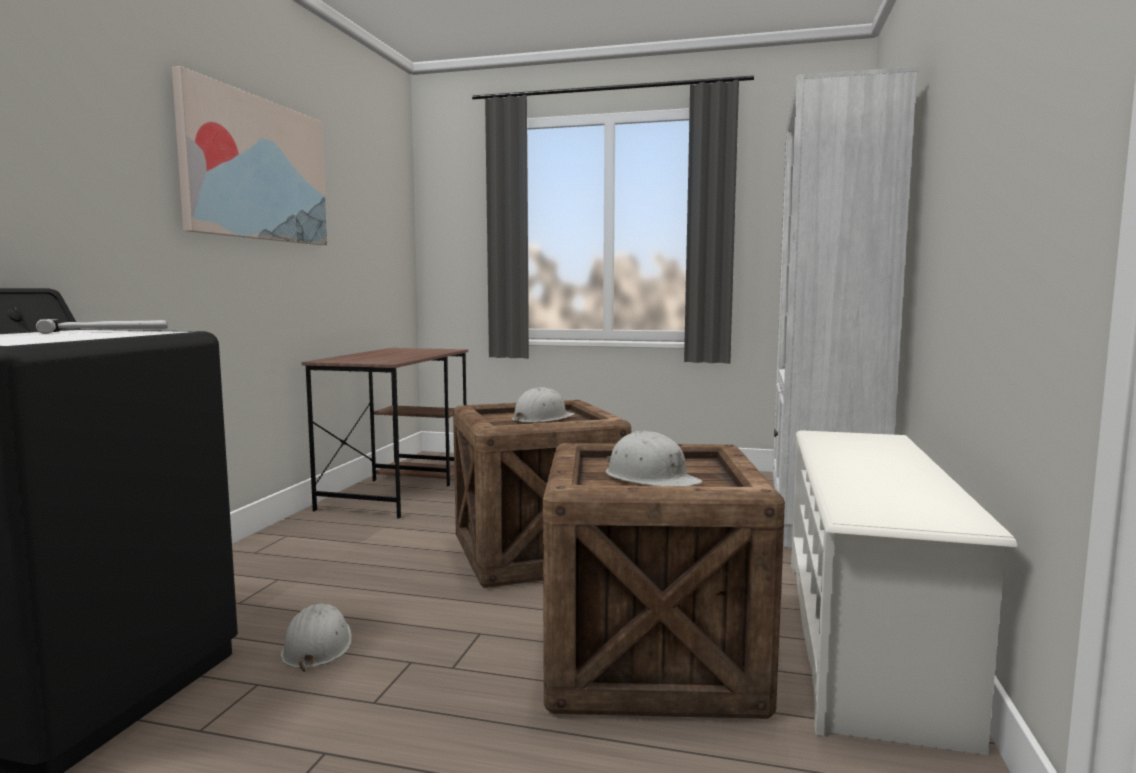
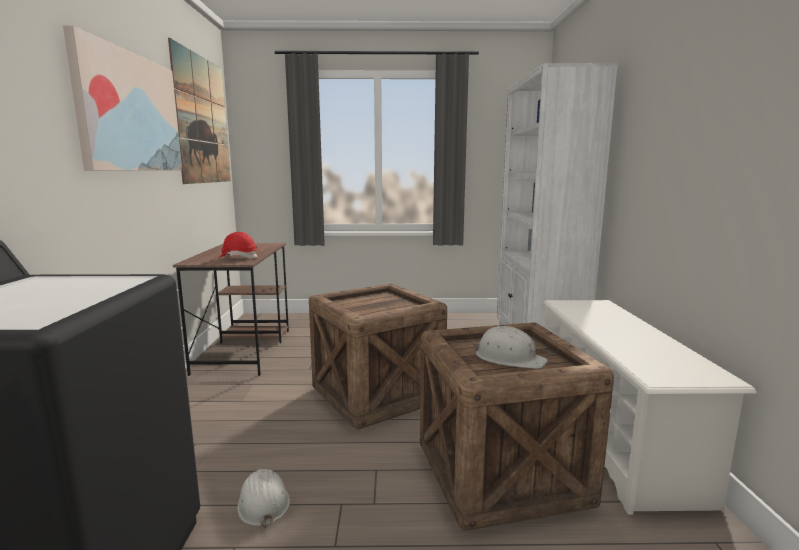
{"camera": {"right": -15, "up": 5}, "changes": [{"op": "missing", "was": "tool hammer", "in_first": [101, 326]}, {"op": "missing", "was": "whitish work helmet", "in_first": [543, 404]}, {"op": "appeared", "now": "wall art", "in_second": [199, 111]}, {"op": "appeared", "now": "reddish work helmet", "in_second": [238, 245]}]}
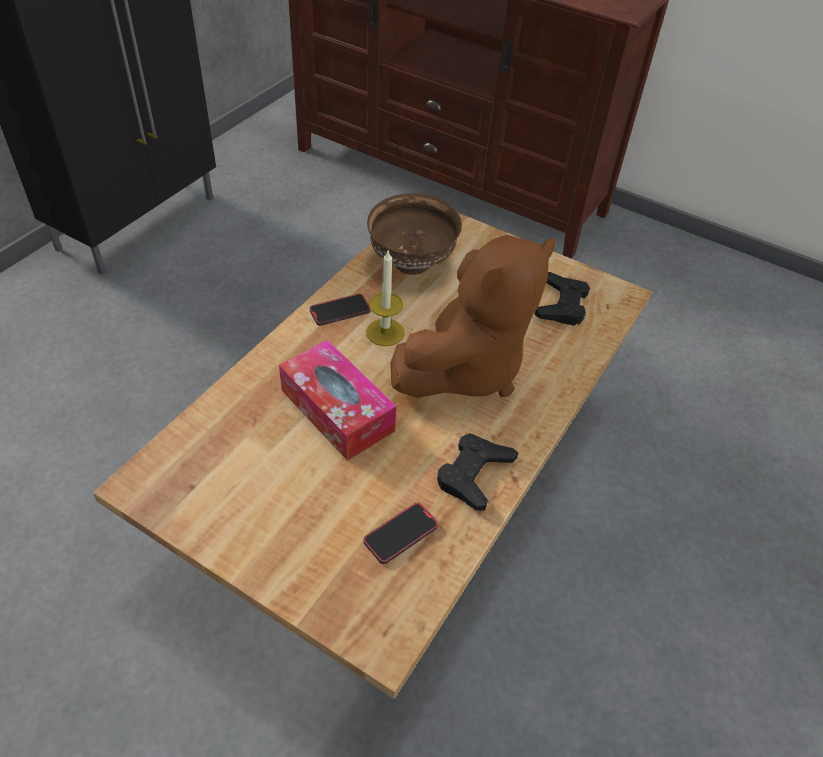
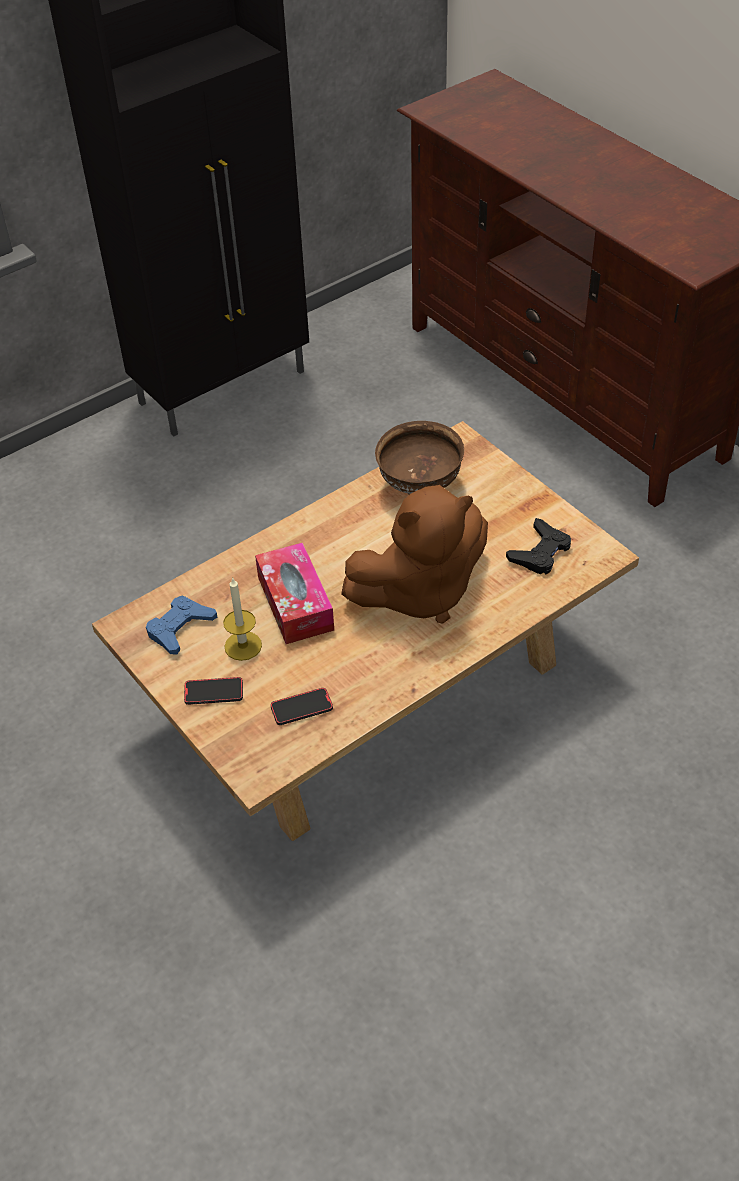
{"camera": {"right": 25, "up": 0}, "changes": [{"op": "relocated", "was": "candle", "in_first": [385, 297], "in_second": [242, 619]}, {"op": "relocated", "was": "telephone", "in_first": [340, 310], "in_second": [213, 691]}, {"op": "missing", "was": "blackish gamepad", "in_first": [477, 472]}, {"op": "appeared", "now": "blue gamepad", "in_second": [182, 625]}]}
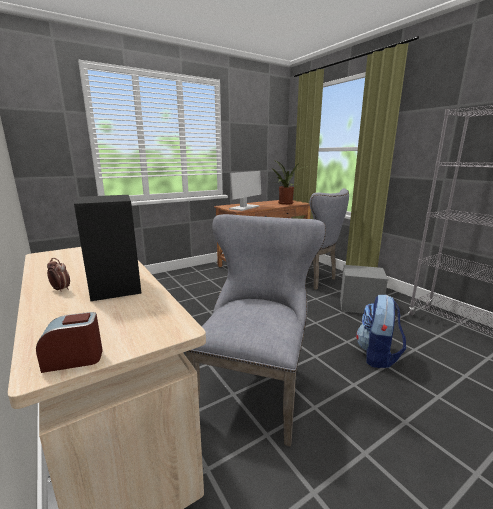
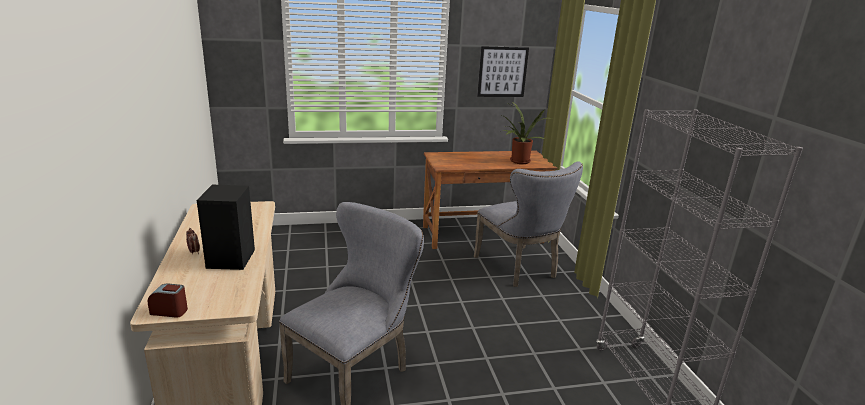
{"camera": {"right": 20, "up": 5}, "changes": [{"op": "missing", "was": "computer screen", "in_first": [245, 191]}, {"op": "missing", "was": "gray storage bin", "in_first": [364, 289]}, {"op": "missing", "was": "knapsack", "in_first": [381, 331]}, {"op": "appeared", "now": "wall art", "in_second": [503, 71]}]}
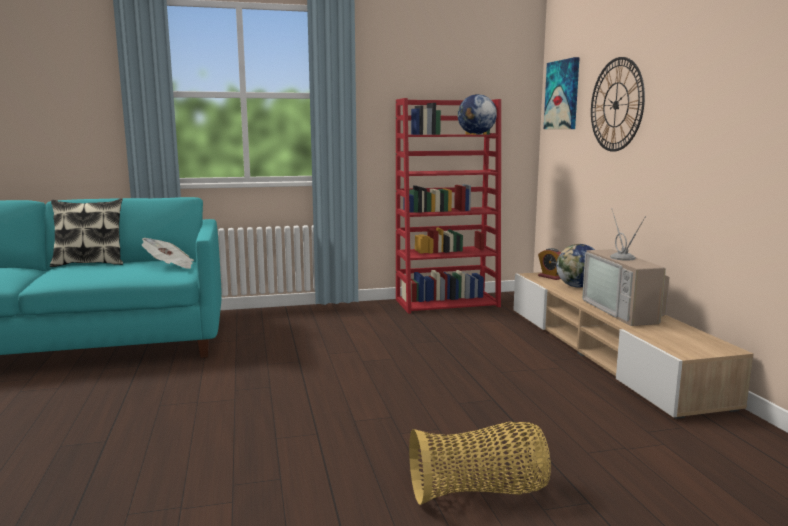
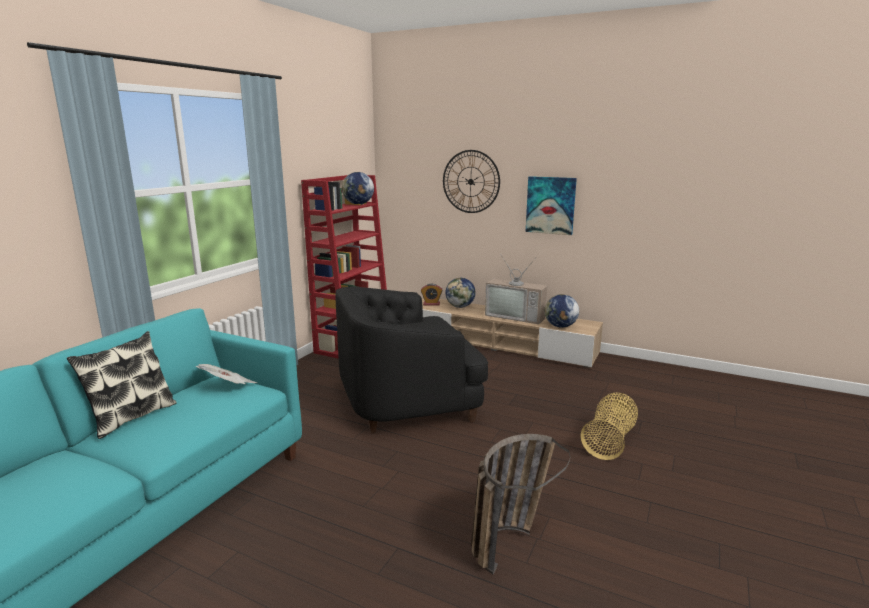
{"camera": {"right": -50, "up": 5}, "changes": [{"op": "relocated", "was": "wall art", "in_first": [562, 93], "in_second": [551, 205]}, {"op": "appeared", "now": "blackish easy chair", "in_second": [411, 360]}, {"op": "appeared", "now": "world globe", "in_second": [562, 311]}, {"op": "appeared", "now": "basket", "in_second": [520, 504]}]}
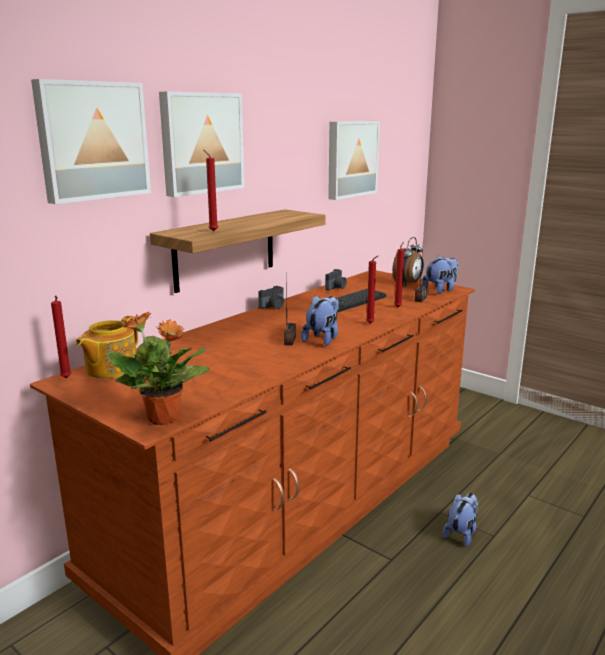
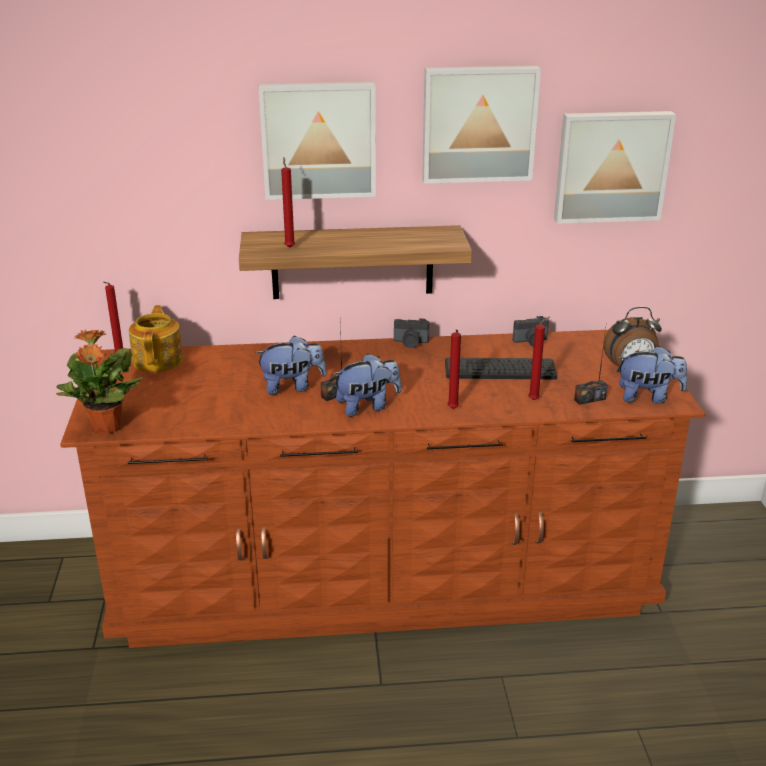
{"camera": {"right": 45, "up": 10}, "changes": [{"op": "relocated", "was": "wall art", "in_first": [91, 141], "in_second": [481, 125]}, {"op": "spun", "was": "tea pot", "in_first": [106, 347], "in_second": [156, 338], "clockwise": 105}, {"op": "relocated", "was": "cuddly toy", "in_first": [460, 519], "in_second": [291, 365]}]}
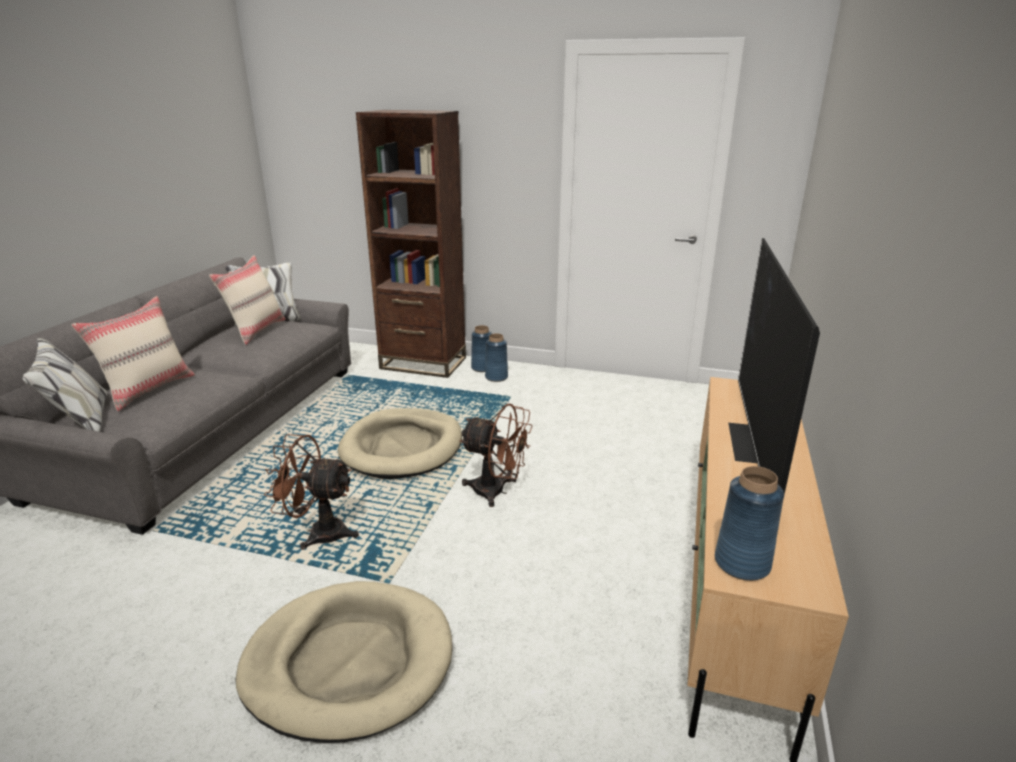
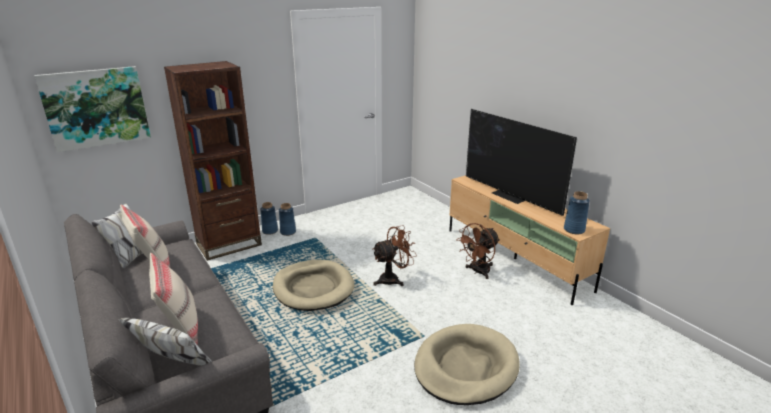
{"camera": {"right": -50, "up": 0}, "changes": [{"op": "relocated", "was": "brownish cooling fan", "in_first": [311, 492], "in_second": [478, 251]}, {"op": "appeared", "now": "wall art", "in_second": [92, 109]}]}
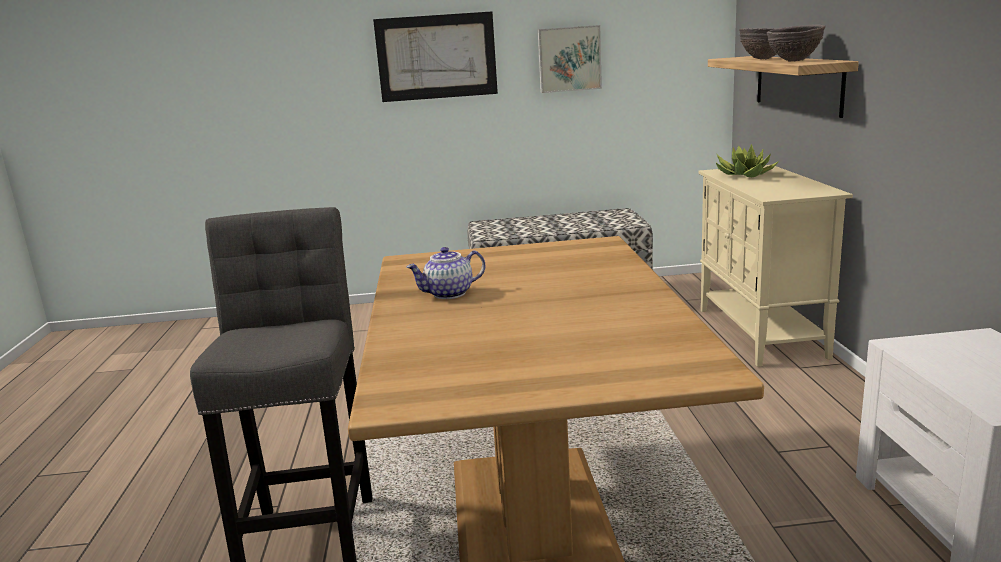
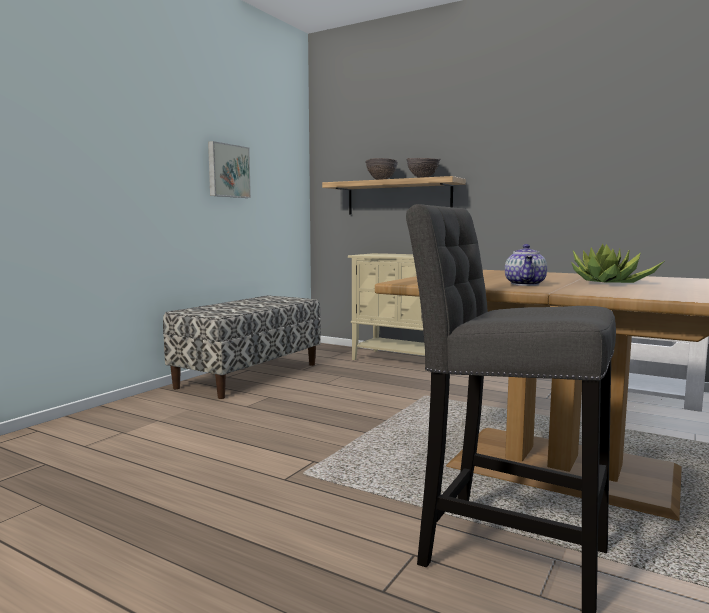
{"camera": {"right": -55, "up": -10}, "changes": [{"op": "missing", "was": "wall art", "in_first": [435, 56]}, {"op": "relocated", "was": "potted plant", "in_first": [747, 160], "in_second": [617, 263]}]}
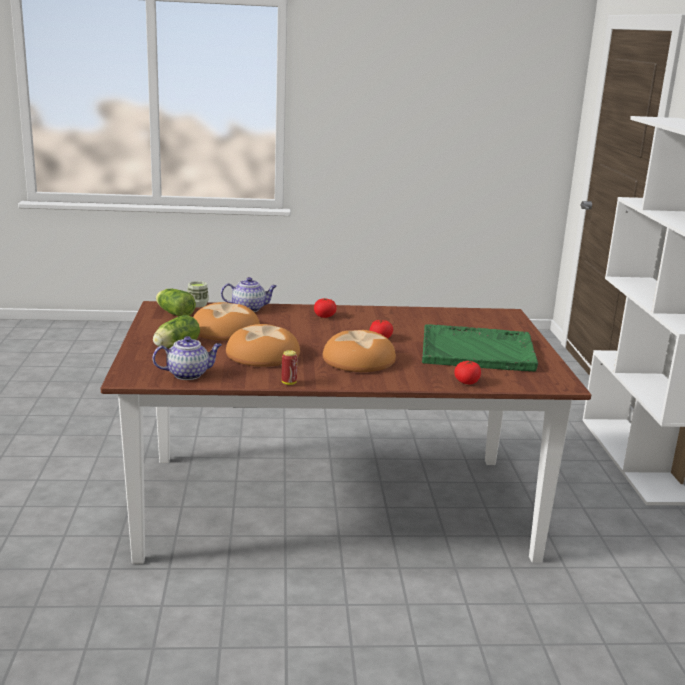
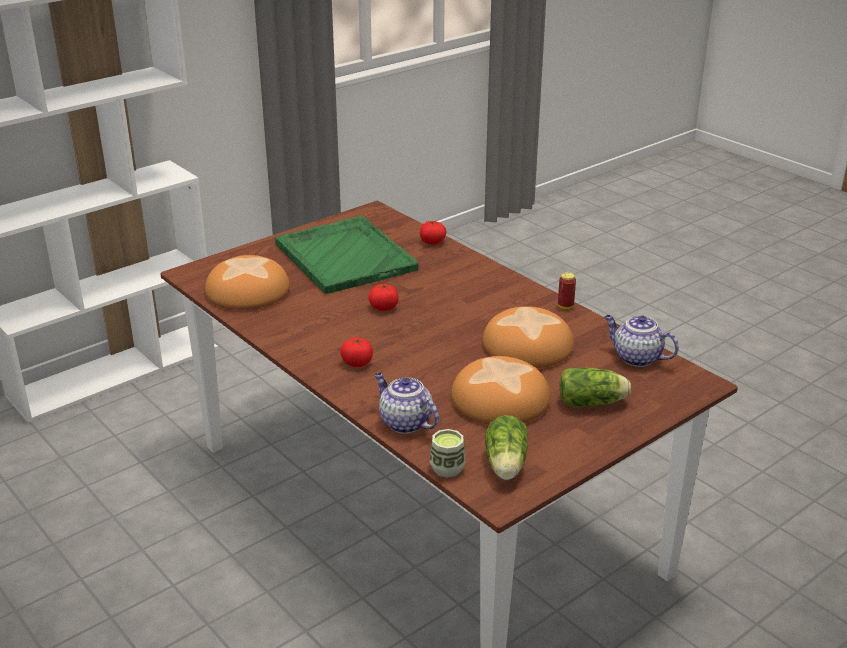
{"camera": {"right": -125, "up": 10}, "changes": [{"op": "relocated", "was": "baked bread", "in_first": [359, 351], "in_second": [247, 282]}]}
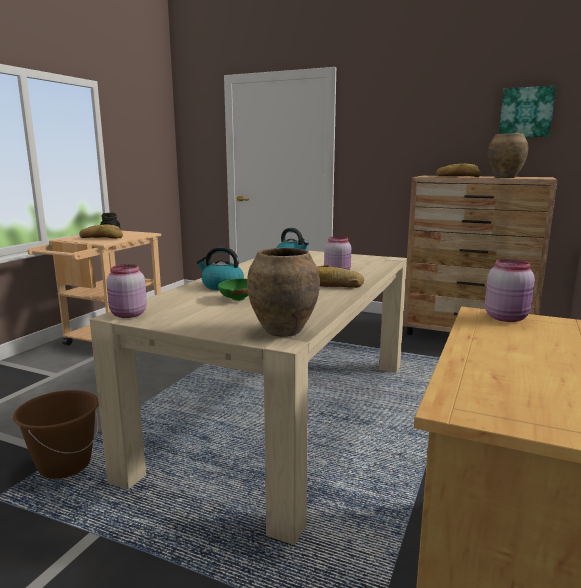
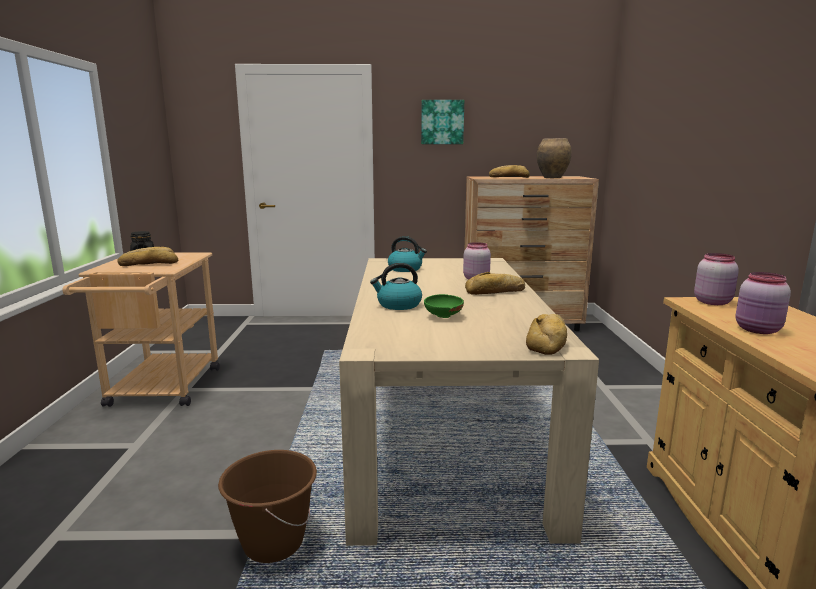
{"camera": {"right": -25, "up": 0}, "changes": [{"op": "relocated", "was": "wall art", "in_first": [527, 111], "in_second": [442, 122]}, {"op": "exchanged", "was": "brownish flower vase", "now": "baked bread", "in_first": [283, 292], "in_second": [546, 334]}, {"op": "relocated", "was": "pink preserve jar", "in_first": [126, 291], "in_second": [763, 303]}]}
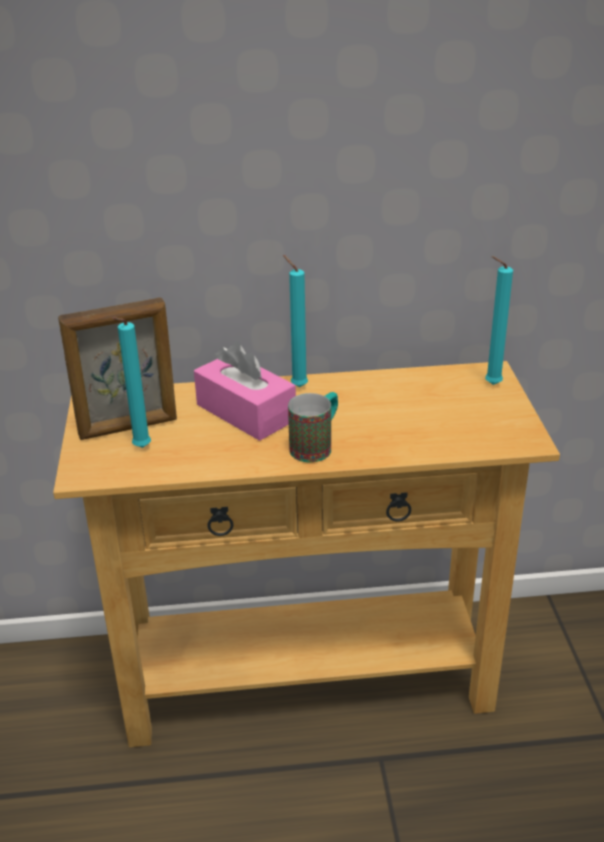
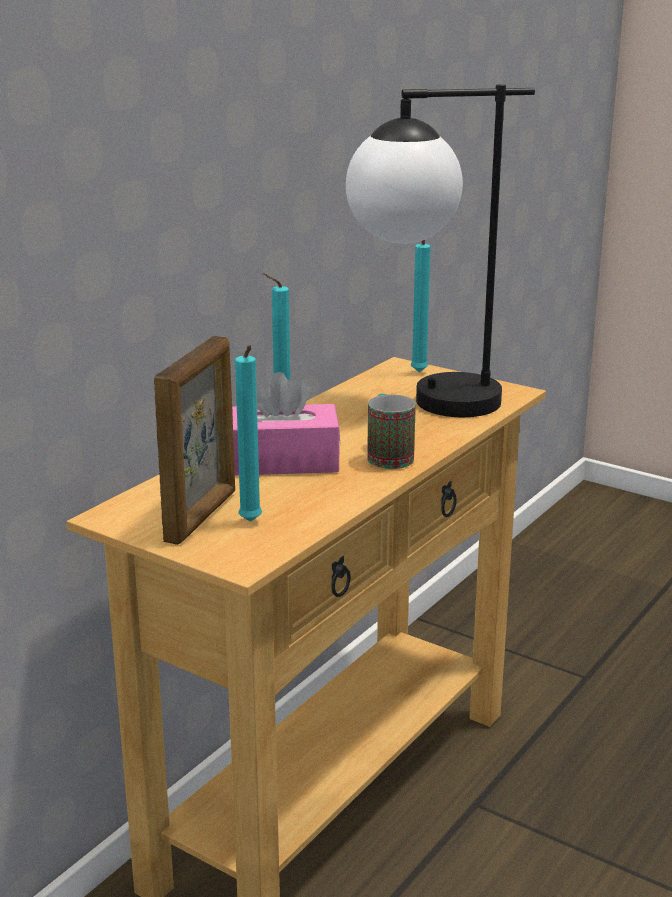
{"camera": {"right": -50, "up": -10}, "changes": [{"op": "appeared", "now": "tabletop lamp", "in_second": [440, 250]}]}
